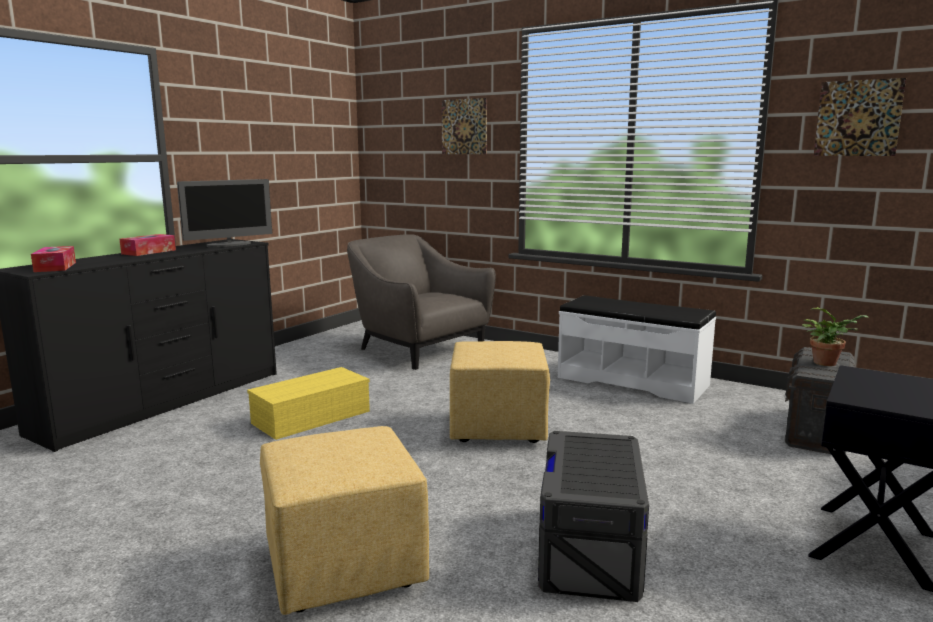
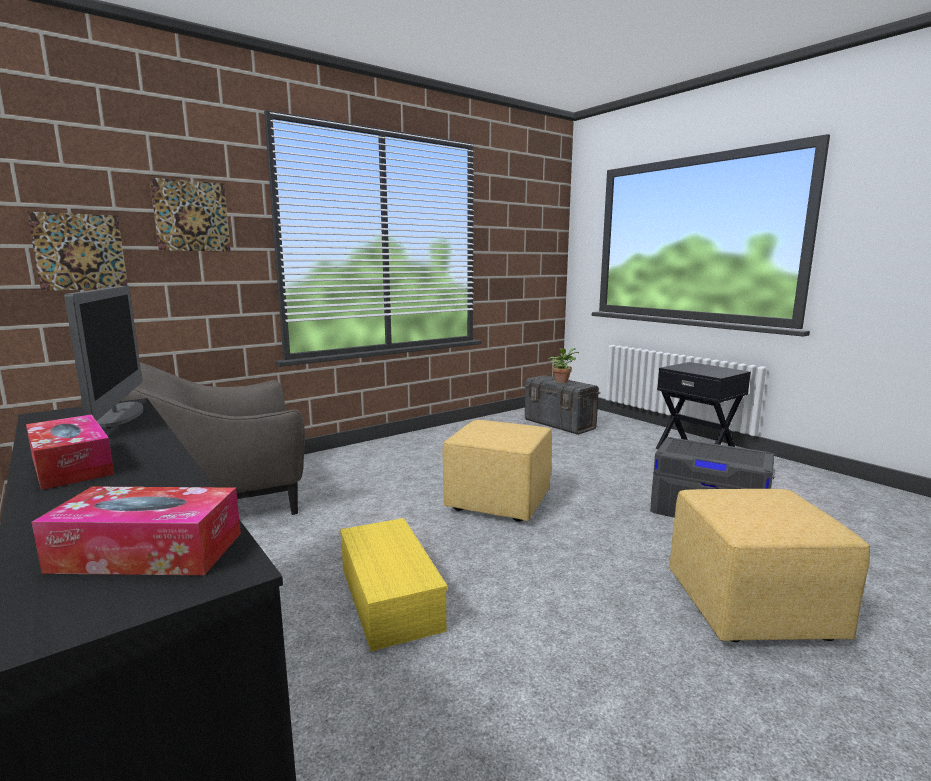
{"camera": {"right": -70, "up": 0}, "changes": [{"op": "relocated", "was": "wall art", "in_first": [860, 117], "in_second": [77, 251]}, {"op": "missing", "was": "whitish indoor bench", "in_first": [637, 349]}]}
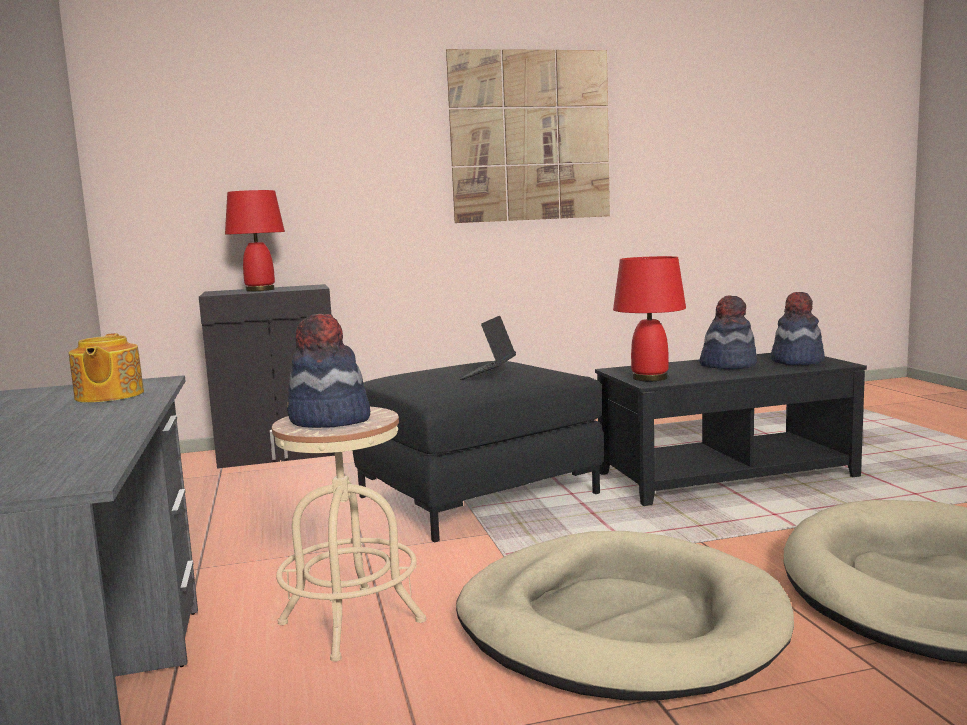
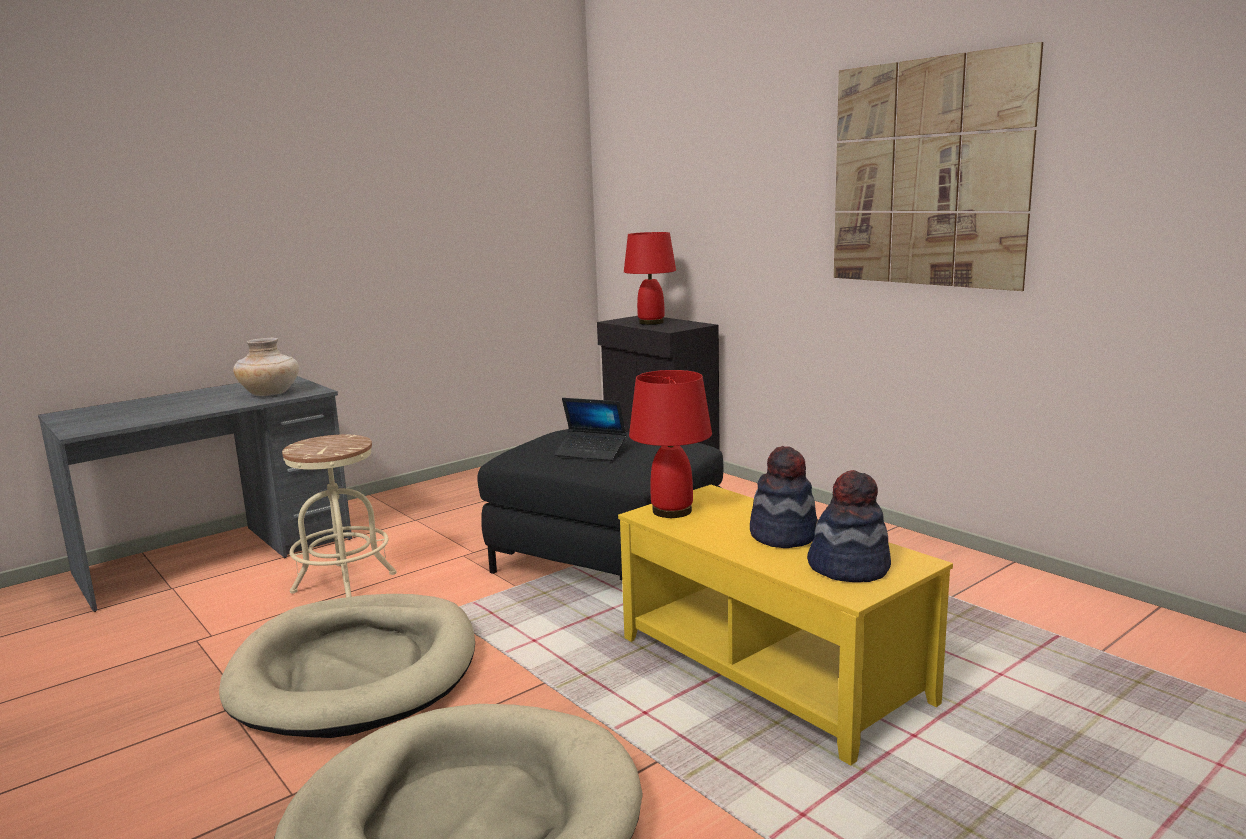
{"camera": {"right": 65, "up": 5}, "changes": [{"op": "missing", "was": "wearable hat", "in_first": [328, 371]}, {"op": "spun", "was": "portable computer", "in_first": [488, 348], "in_second": [590, 429], "clockwise": -150}, {"op": "exchanged", "was": "tea pot", "now": "beige flower vase", "in_first": [106, 368], "in_second": [266, 367]}, {"op": "colour", "was": "blackish coffee table", "now": "yellow-coloured coffee table", "in_first": [731, 429], "in_second": [785, 625]}]}
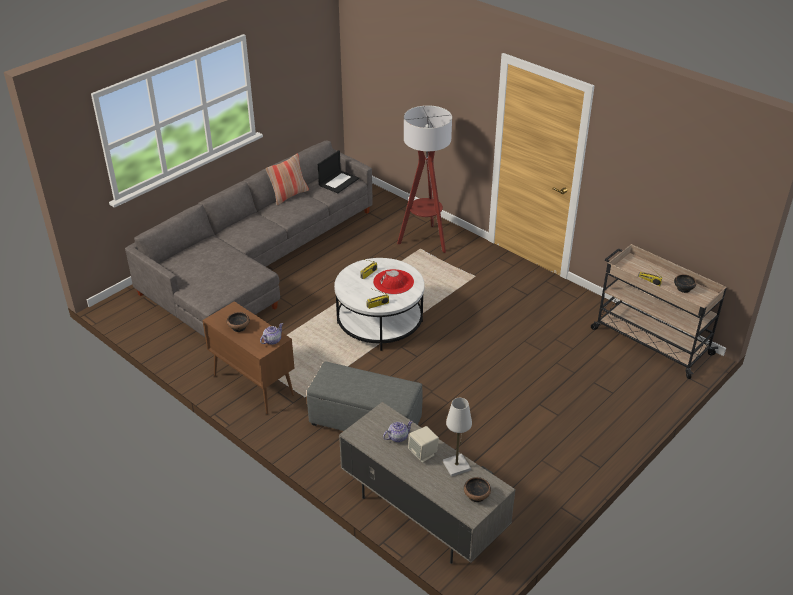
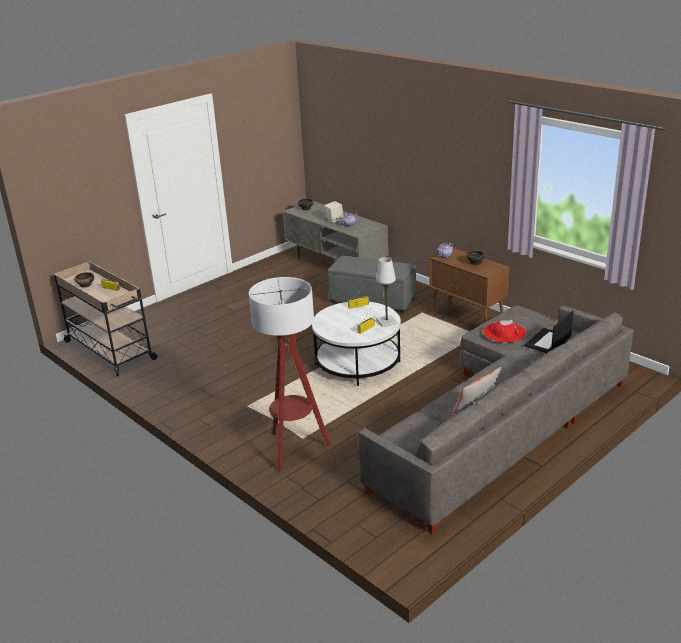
{"camera": {"right": -175, "up": -10}, "changes": [{"op": "relocated", "was": "portable computer", "in_first": [338, 171], "in_second": [549, 332]}, {"op": "relocated", "was": "reddish wearable hat", "in_first": [393, 281], "in_second": [504, 331]}, {"op": "relocated", "was": "whitish tabletop lamp", "in_first": [457, 437], "in_second": [386, 292]}]}
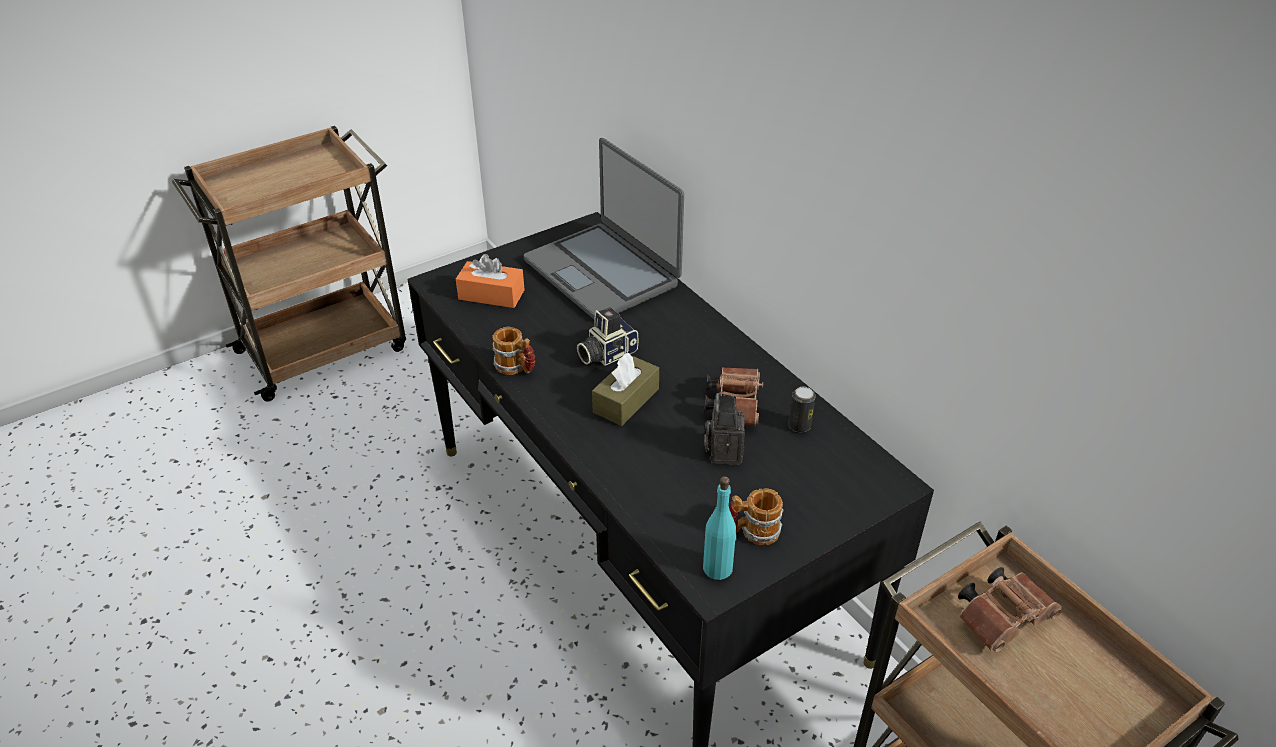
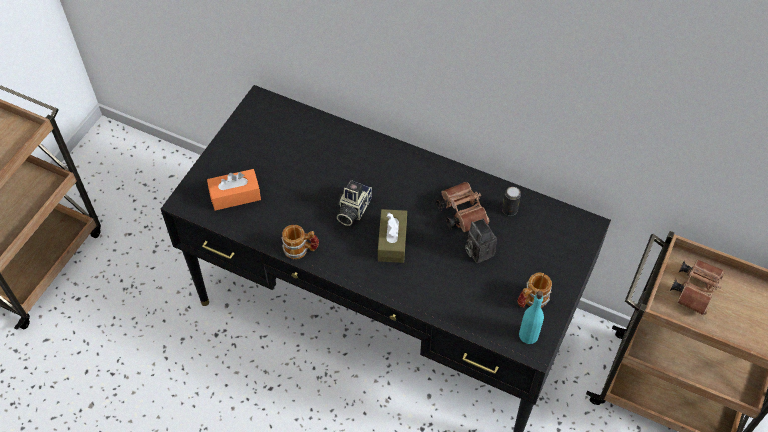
{"camera": {"right": -30, "up": 15}, "changes": [{"op": "missing", "was": "portable computer", "in_first": [604, 228]}]}
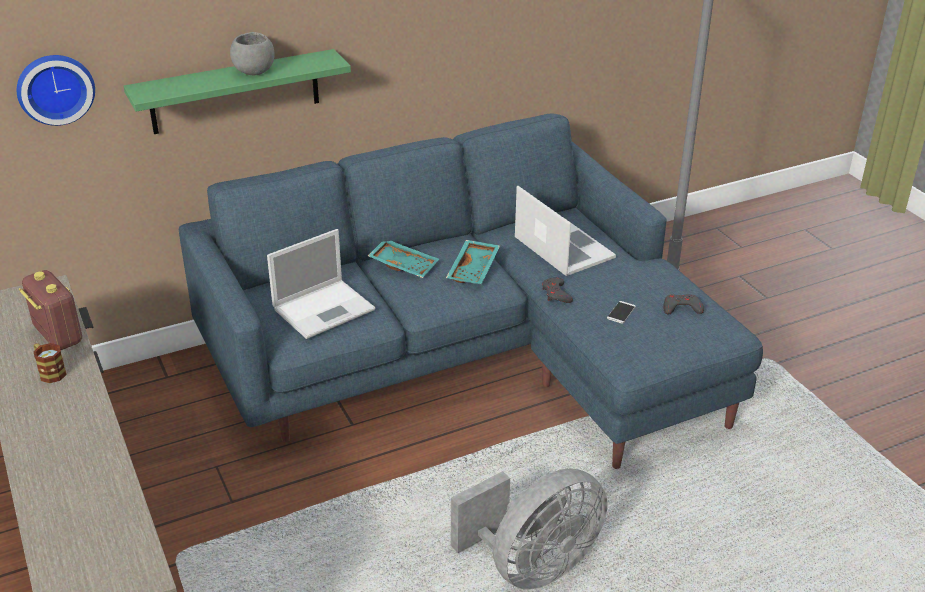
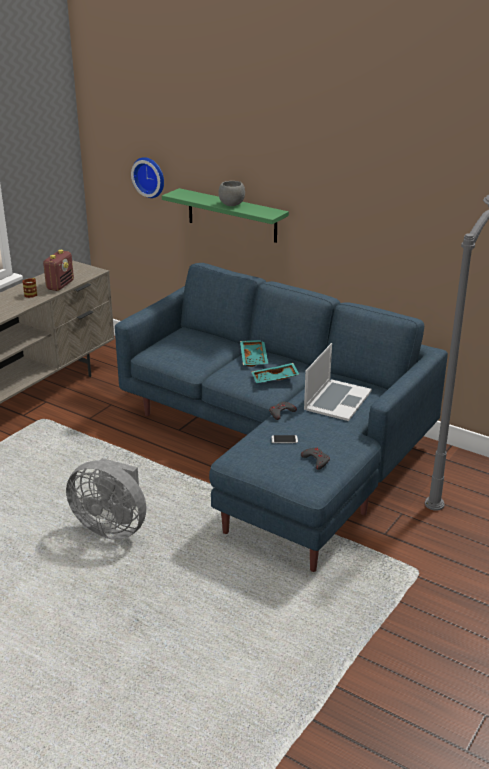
{"camera": {"right": 60, "up": -5}, "changes": [{"op": "missing", "was": "portable computer", "in_first": [321, 284]}]}
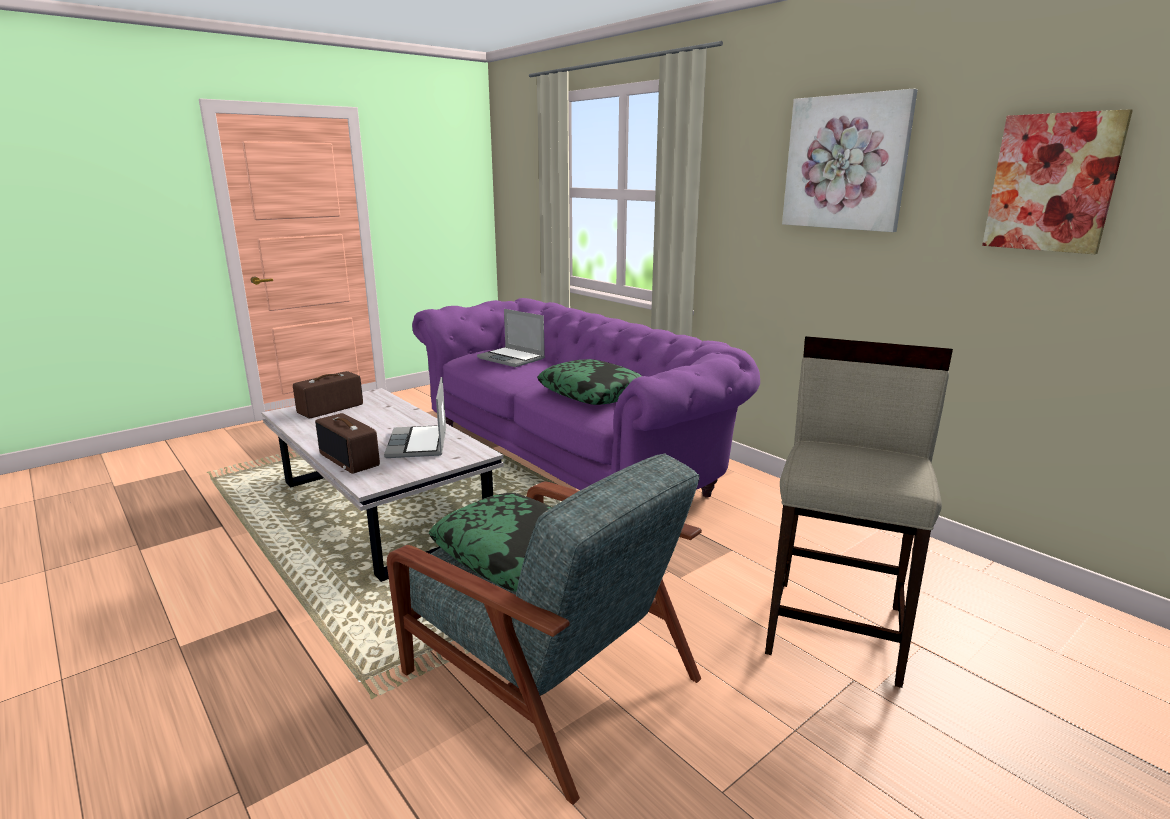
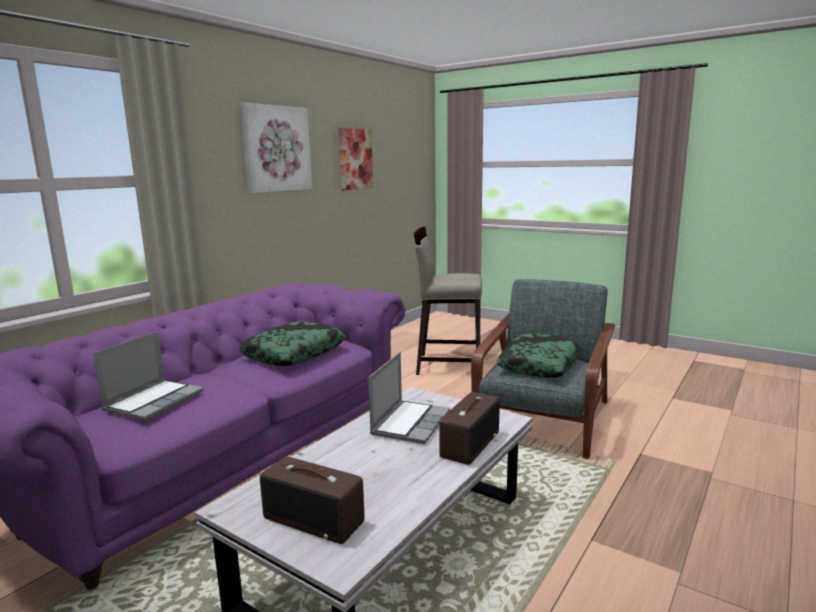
{"camera": {"right": -105, "up": -5}, "changes": [{"op": "spun", "was": "portable computer", "in_first": [415, 417], "in_second": [409, 398], "clockwise": -45}]}
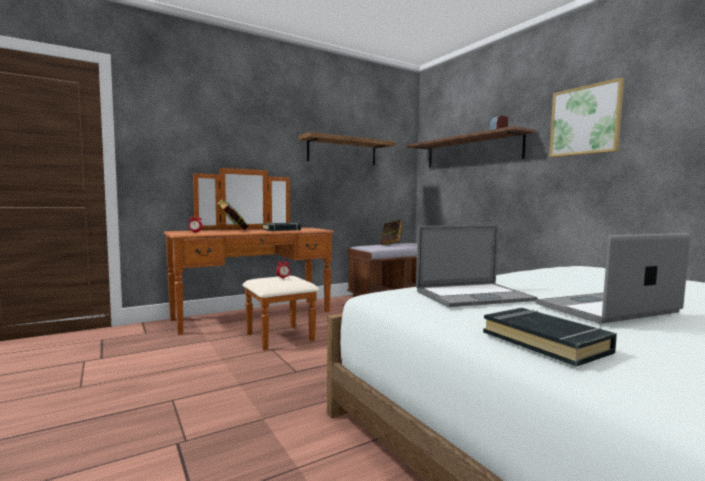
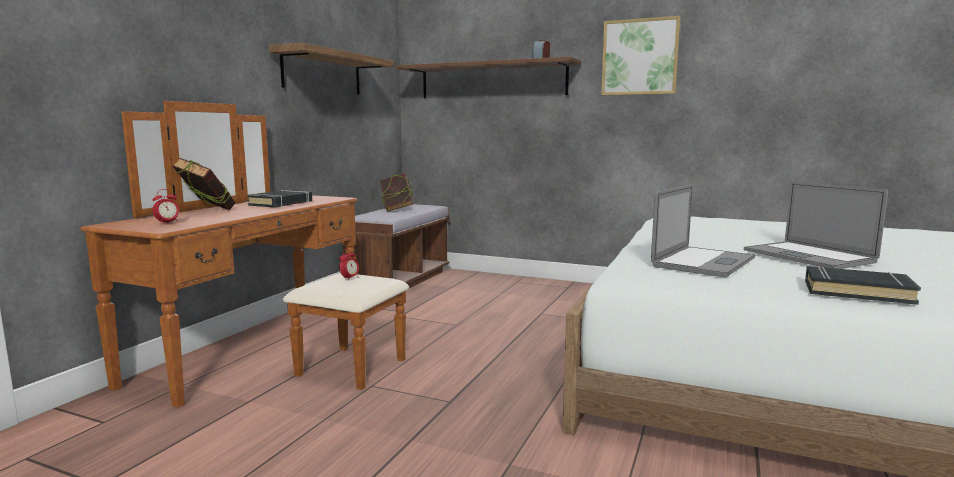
{"camera": {"right": -35, "up": 5}, "changes": [{"op": "spun", "was": "portable computer", "in_first": [612, 278], "in_second": [816, 225], "clockwise": -60}]}
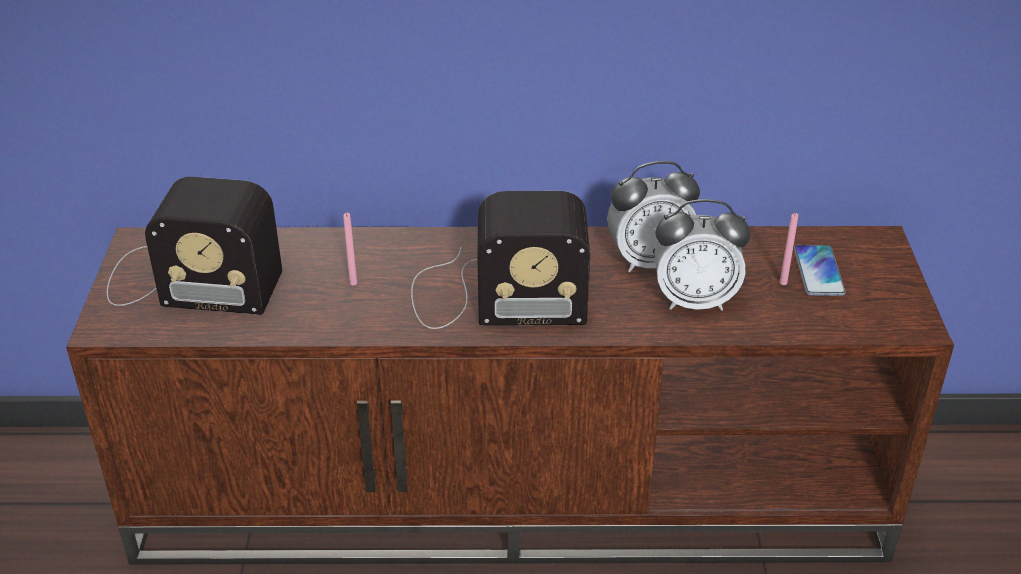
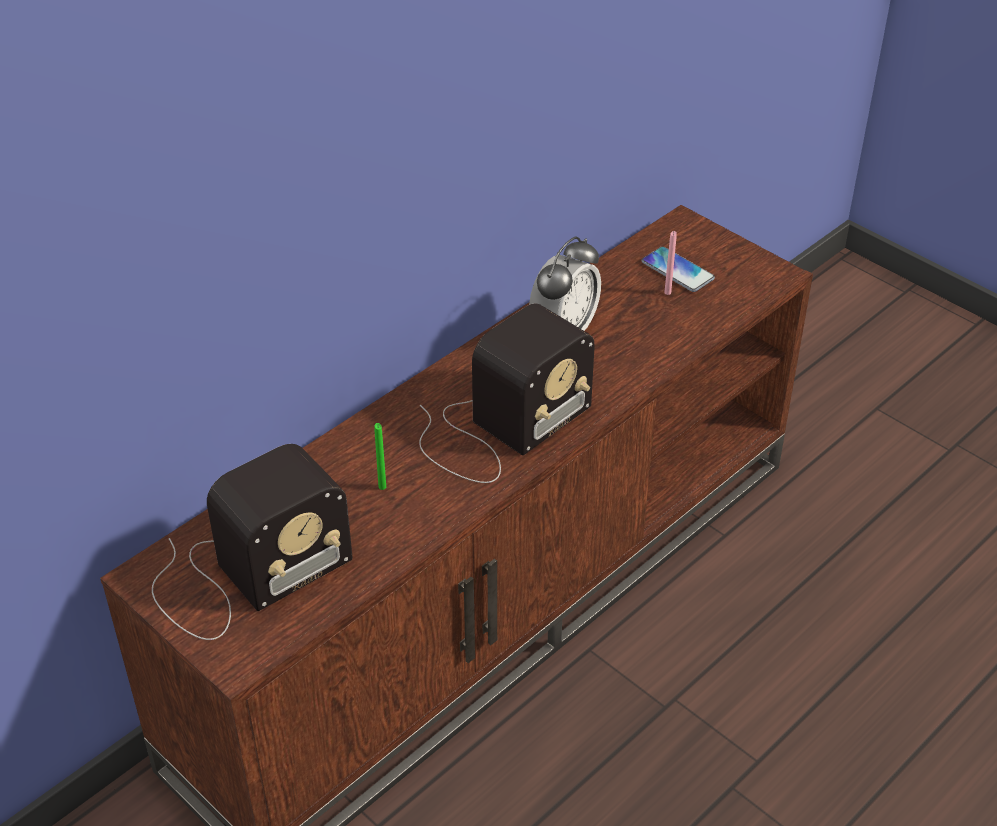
{"camera": {"right": -45, "up": 5}, "changes": [{"op": "missing", "was": "table clock", "in_first": [702, 255]}, {"op": "colour", "was": "pink candle", "now": "greenish candle", "in_first": [350, 249], "in_second": [380, 456]}]}
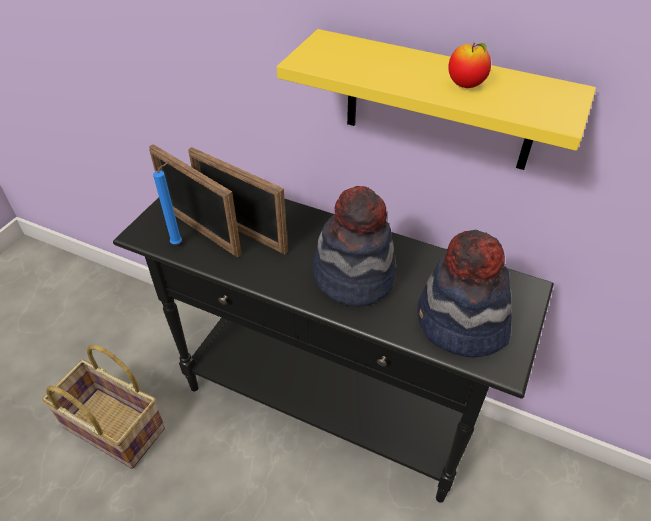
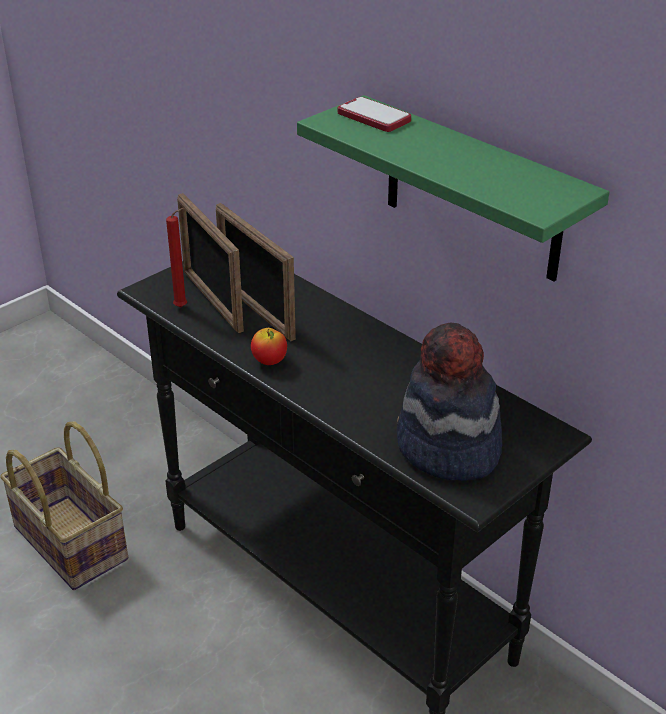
{"camera": {"right": 20, "up": -10}, "changes": [{"op": "colour", "was": "yellow-coloured bracket shelf", "now": "greenish bracket shelf", "in_first": [436, 99], "in_second": [453, 188]}, {"op": "relocated", "was": "whole apple", "in_first": [469, 65], "in_second": [269, 346]}, {"op": "colour", "was": "blue candle", "now": "reddish candle", "in_first": [167, 203], "in_second": [176, 257]}, {"op": "missing", "was": "wearable hat", "in_first": [355, 246]}, {"op": "appeared", "now": "telephone", "in_second": [374, 114]}]}
